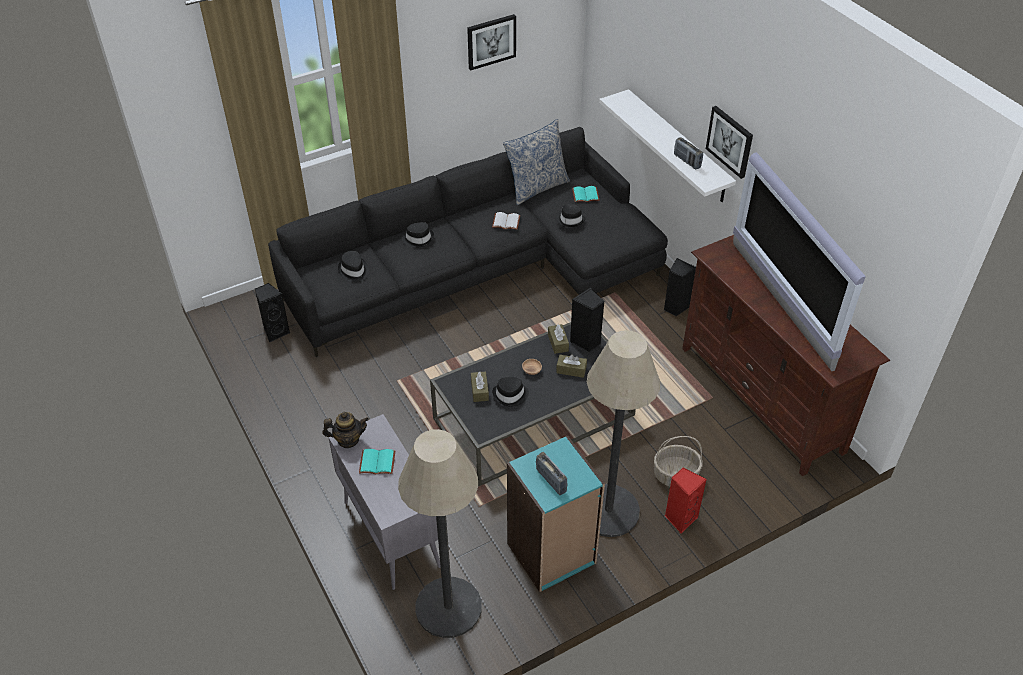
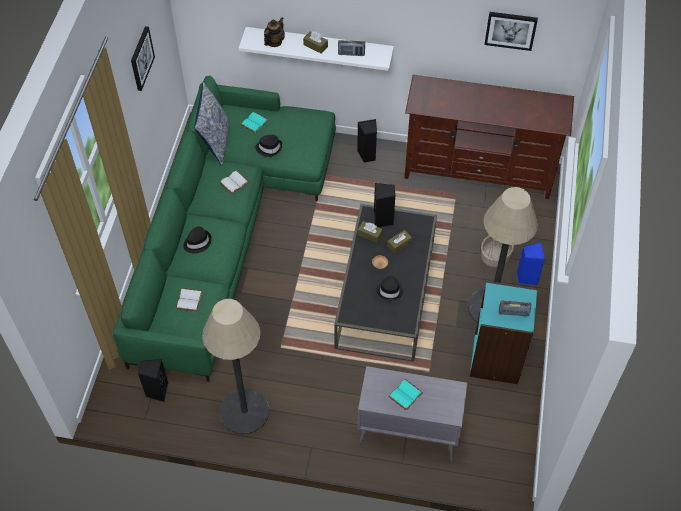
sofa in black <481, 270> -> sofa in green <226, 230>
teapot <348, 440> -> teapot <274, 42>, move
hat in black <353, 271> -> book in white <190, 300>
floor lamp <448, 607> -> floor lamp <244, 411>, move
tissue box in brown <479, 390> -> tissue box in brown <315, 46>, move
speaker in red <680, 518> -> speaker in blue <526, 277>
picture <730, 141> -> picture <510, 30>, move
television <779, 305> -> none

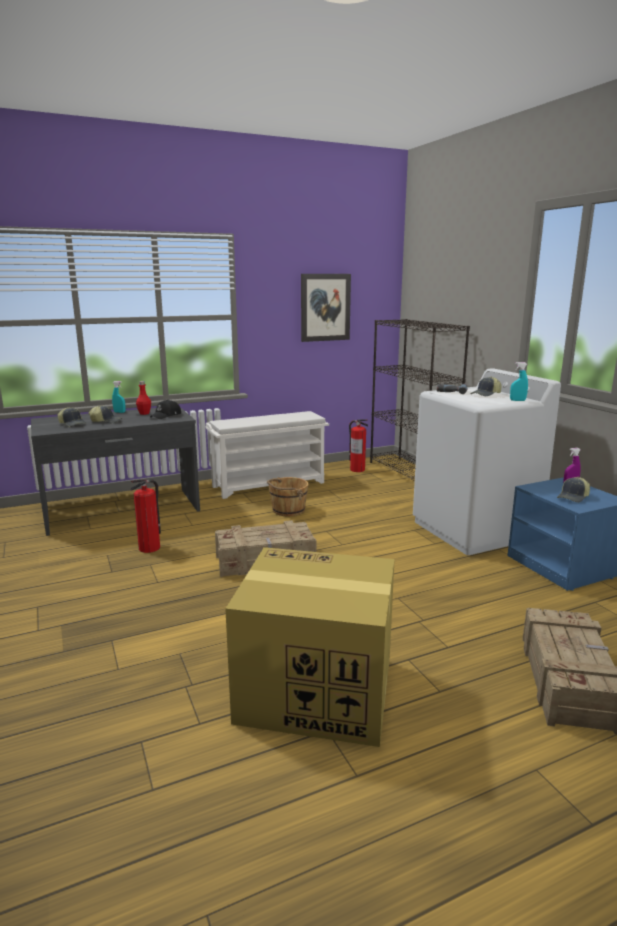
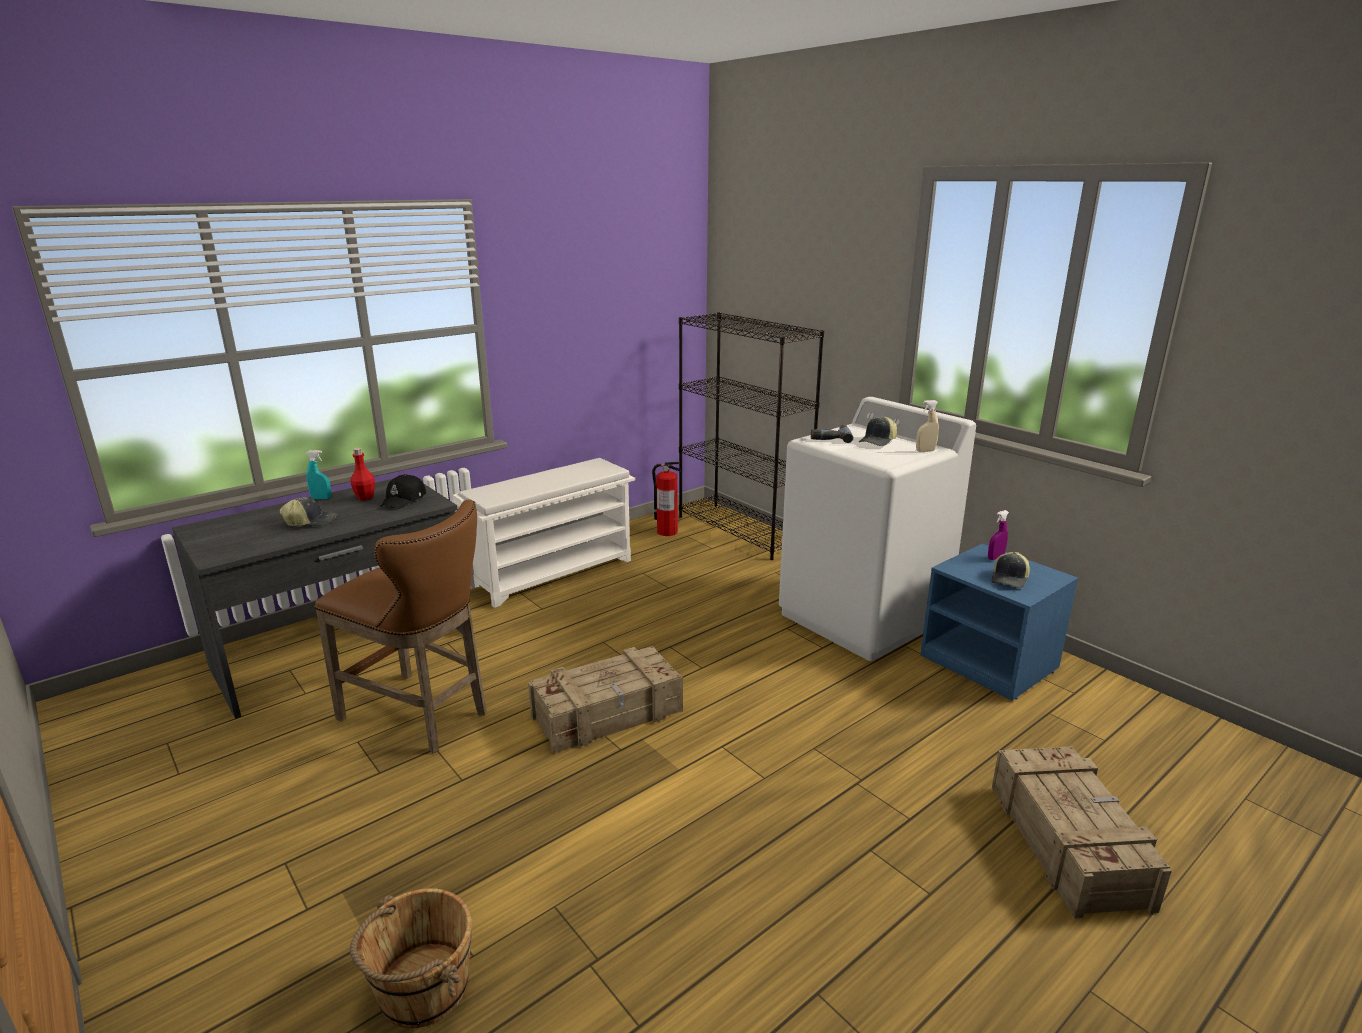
cap <72, 424> -> none
fire extinguisher <150, 548> -> stool in brown <421, 716>
cardboard box <313, 690> -> none
bucket in brown <288, 510> -> bucket in brown <422, 988>, move
picture <325, 307> -> none
spray bottle in turquoise <517, 400> -> spray bottle in beige <925, 451>

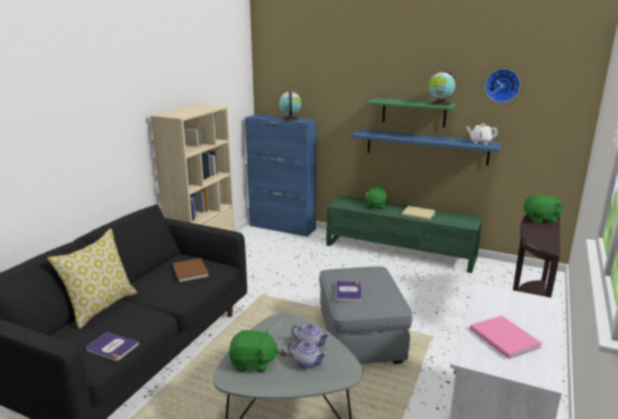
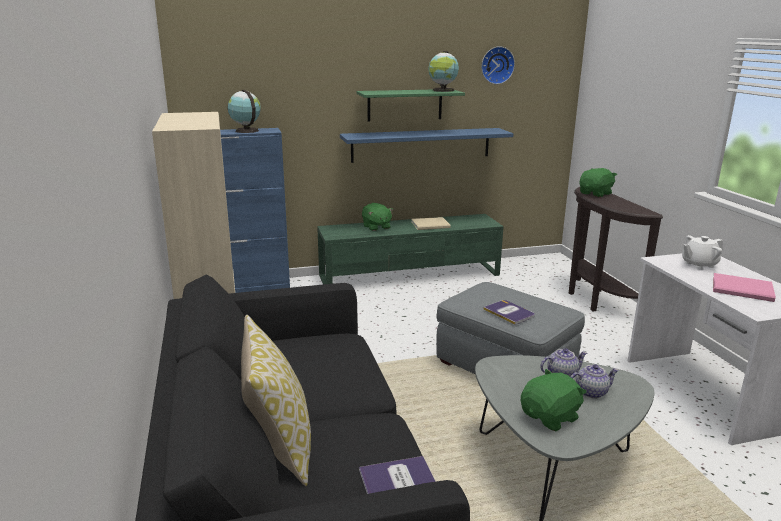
book in brown <191, 270> -> none
teapot in white <480, 142> -> teapot in white <699, 265>, move

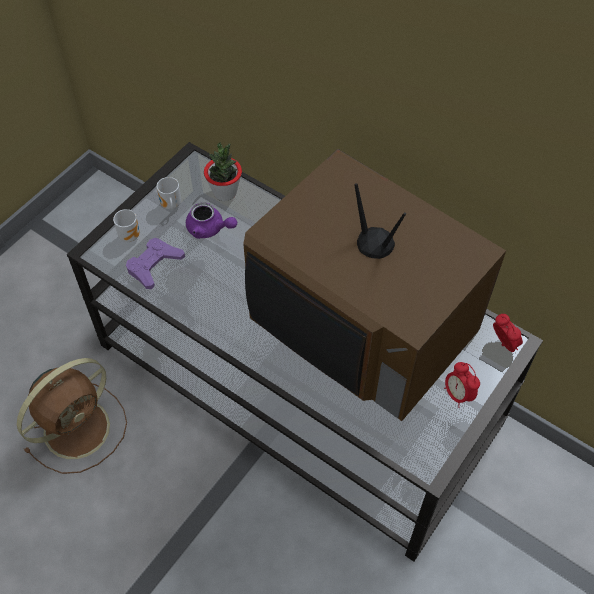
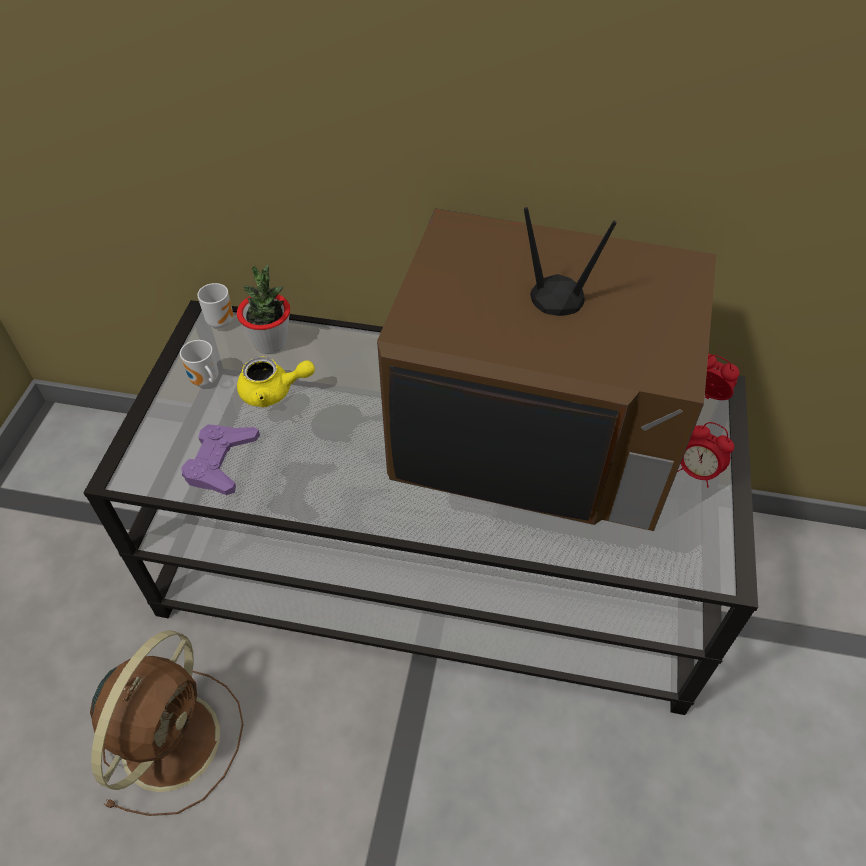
mug <130, 235> -> mug <221, 320>, move
teapot in purple <209, 229> -> teapot in yellow <273, 392>

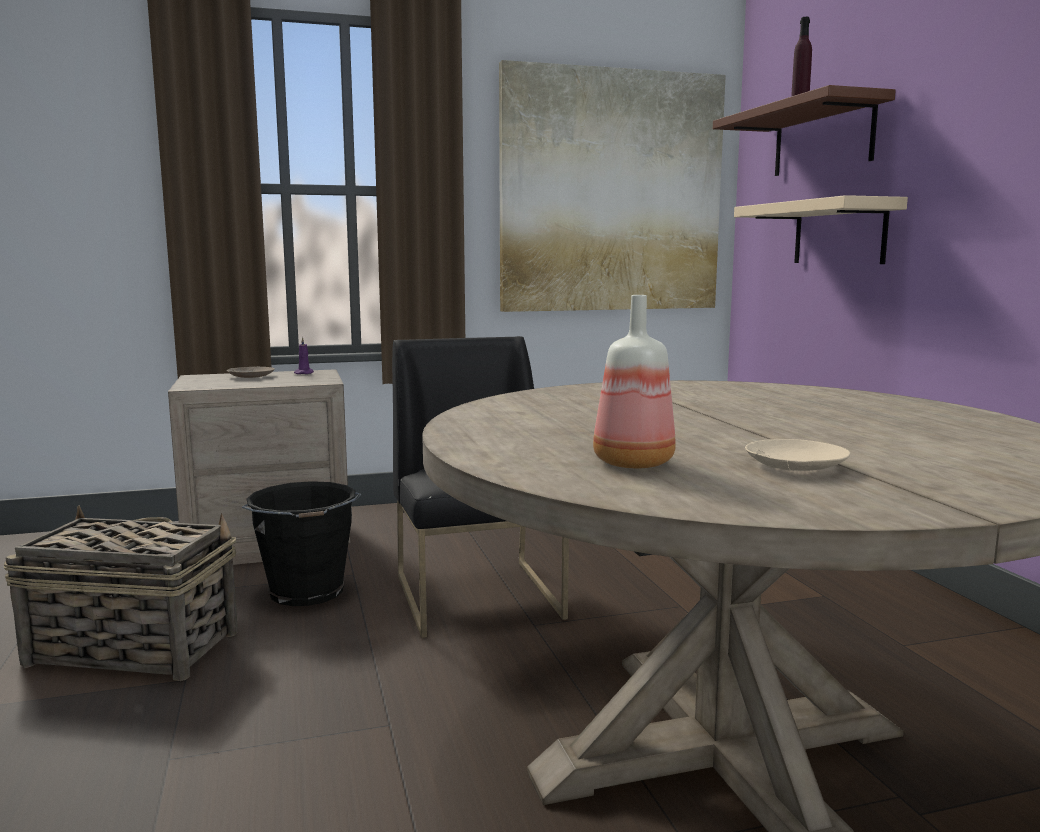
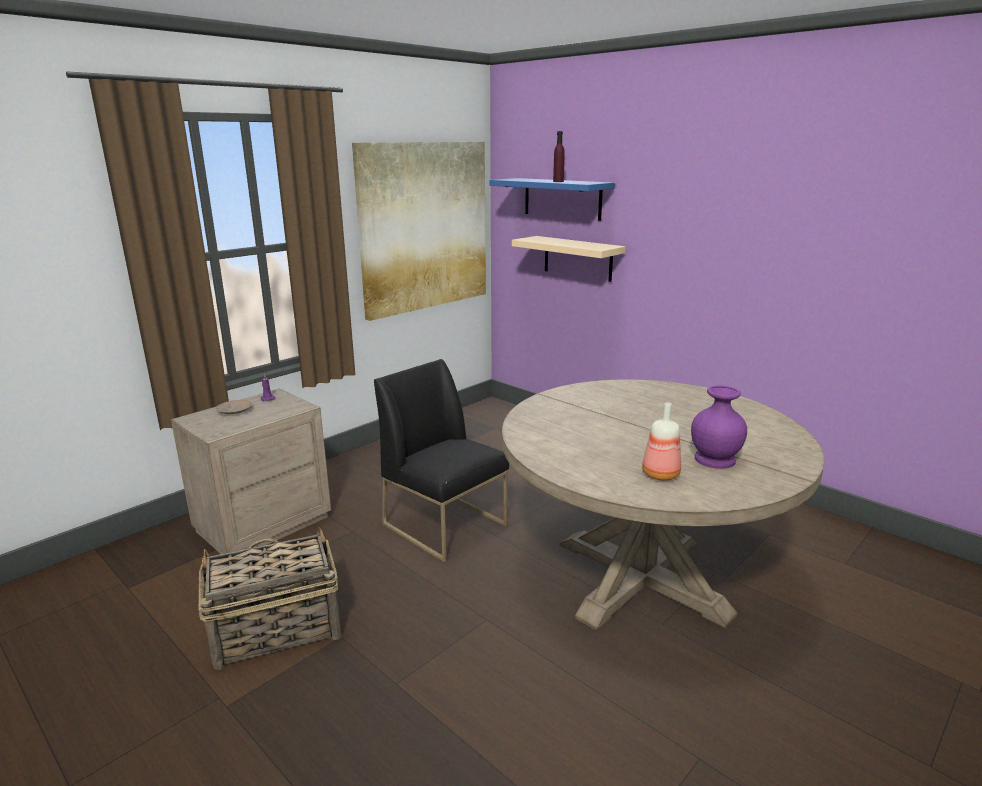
bucket in black <307, 593> -> none
shelf in brown <822, 138> -> shelf in blue <562, 198>
plate in beige <794, 465> -> vase in purple <716, 460>

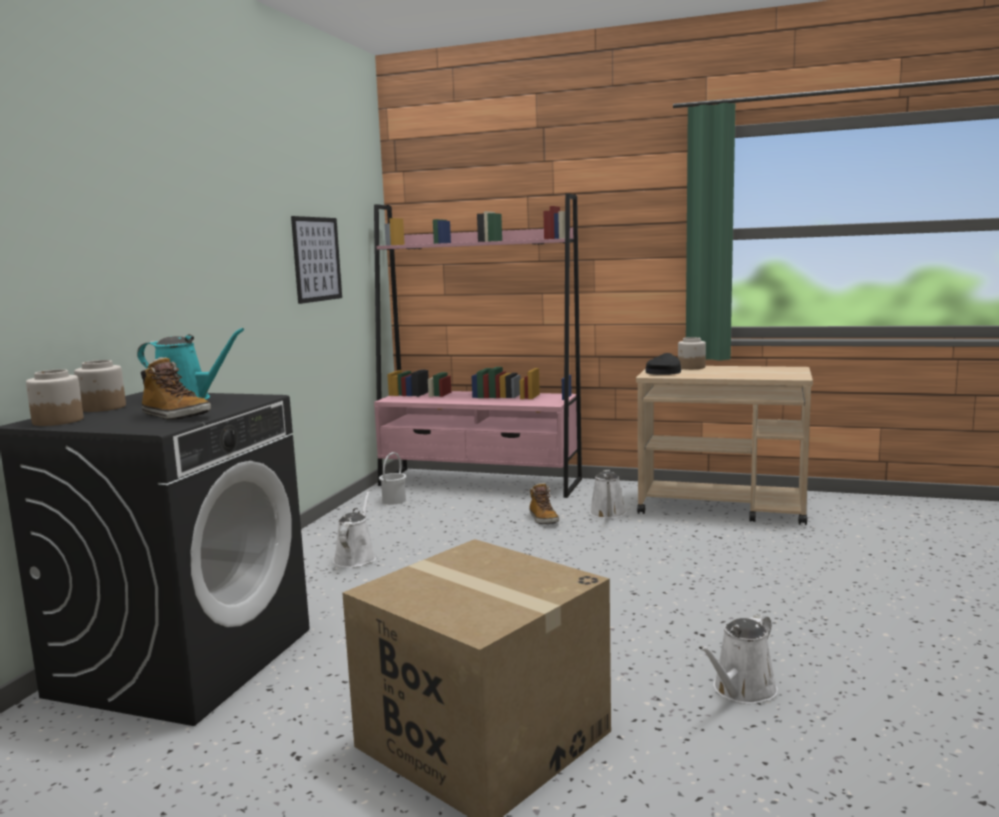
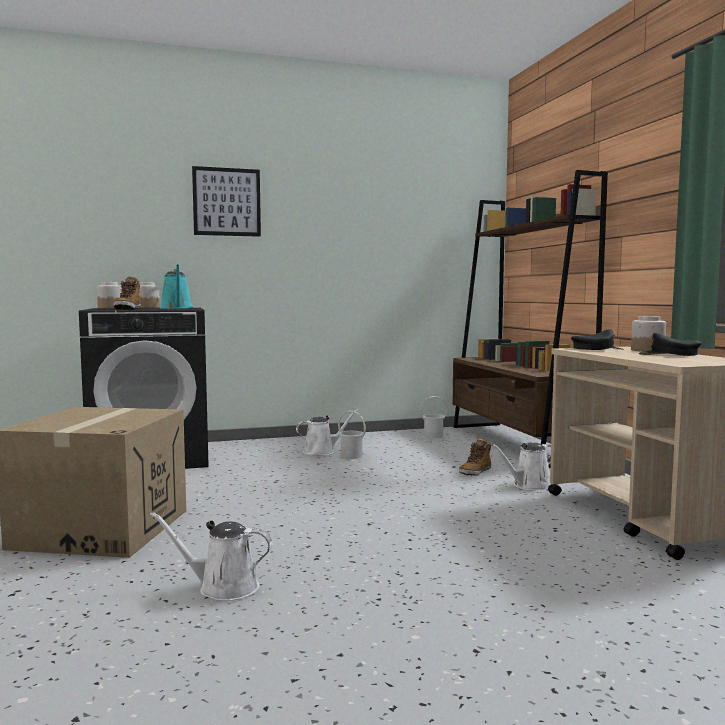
picture <317, 259> -> picture <227, 202>, move
bookcase in pink <480, 482> -> bookcase in brown <516, 443>
none -> bucket in white <351, 456>
none -> cap in black <669, 354>

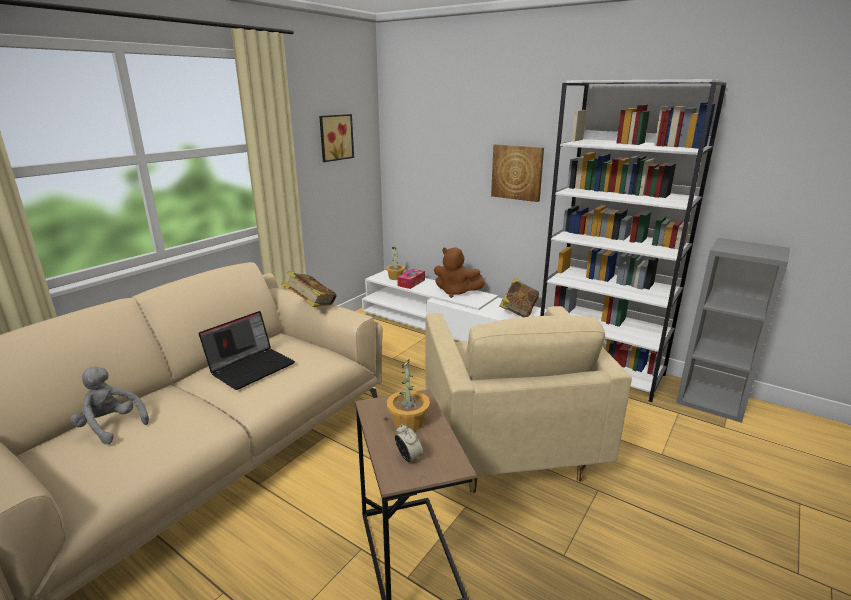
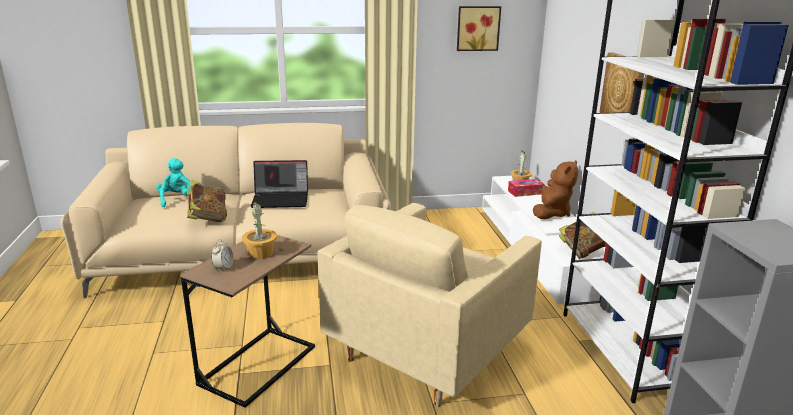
plush toy in grey <111, 426> -> plush toy in turquoise <177, 200>
book <311, 306> -> book <208, 218>, move
plush toy in brown <456, 292> -> plush toy in brown <551, 213>, 135 degrees counterclockwise

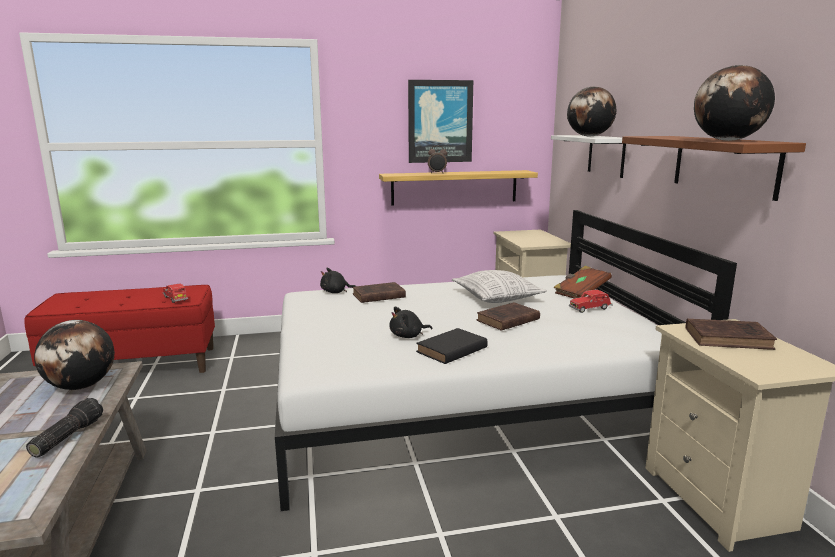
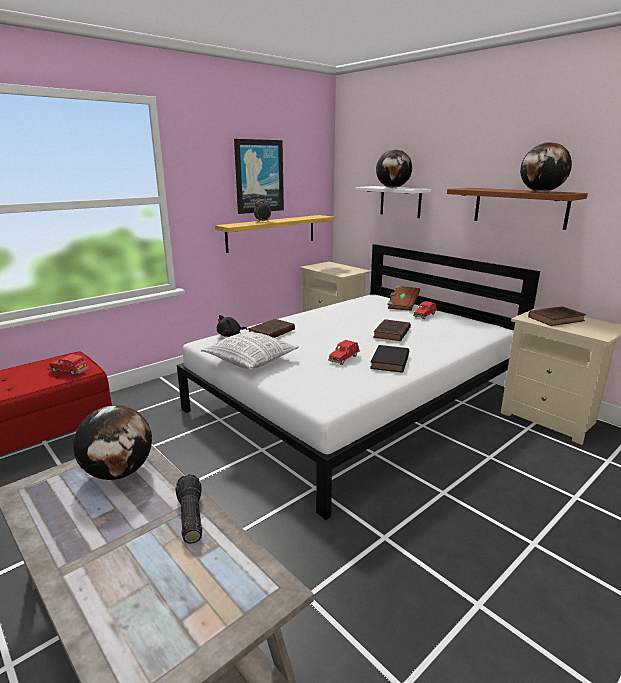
plush toy in black <408, 336> -> toy car in red <344, 358>
pillow <497, 298> -> pillow <251, 360>, move

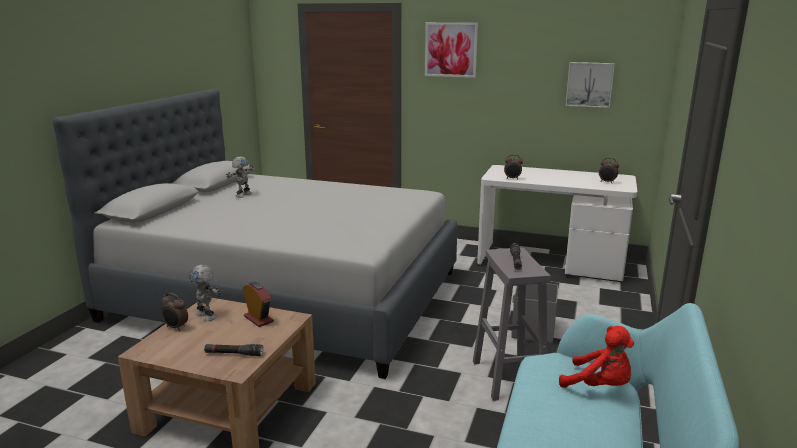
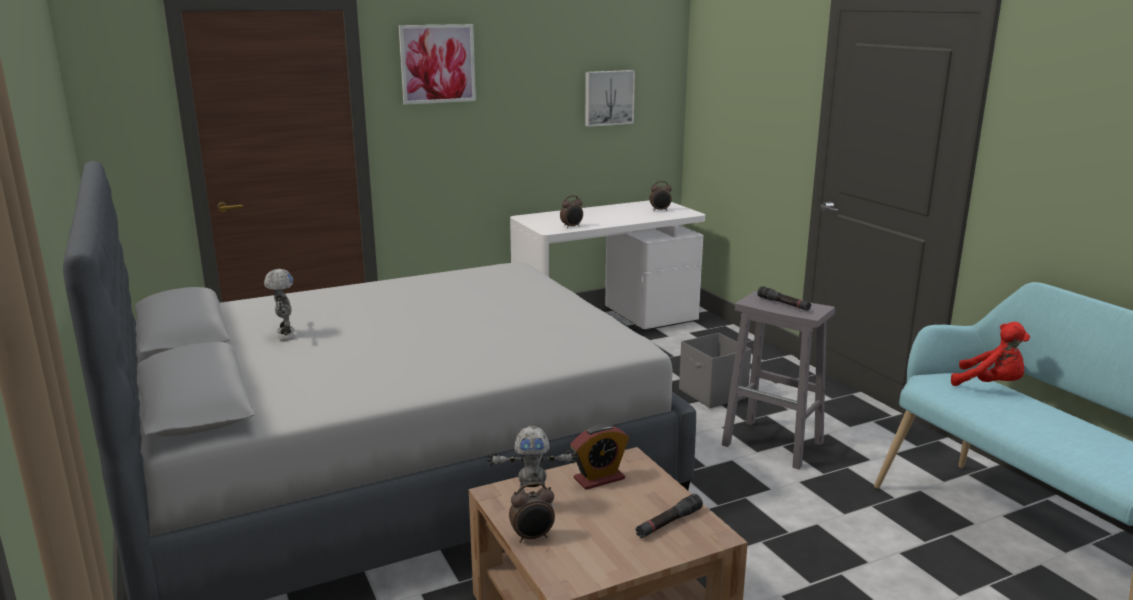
alarm clock <258, 319> -> alarm clock <599, 479>, 150 degrees clockwise
plush toy in red <599, 386> -> plush toy in red <990, 385>, 45 degrees clockwise

